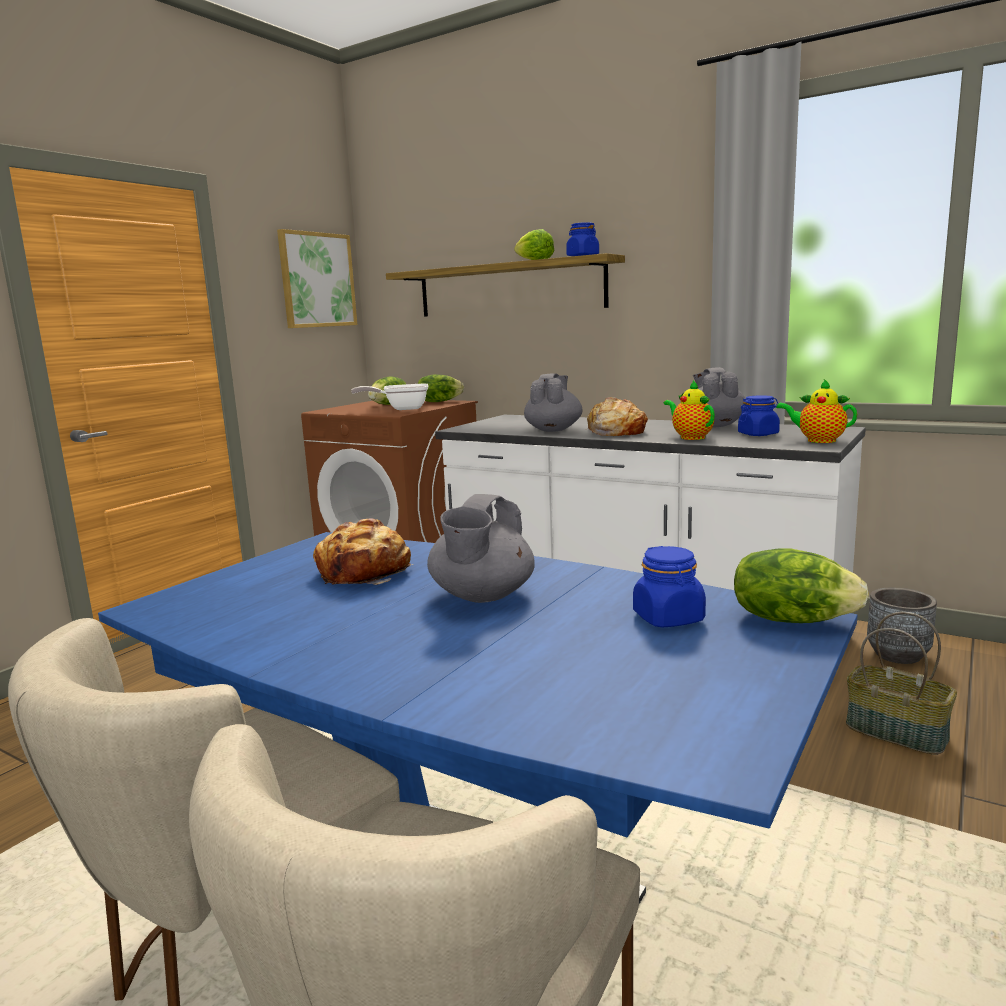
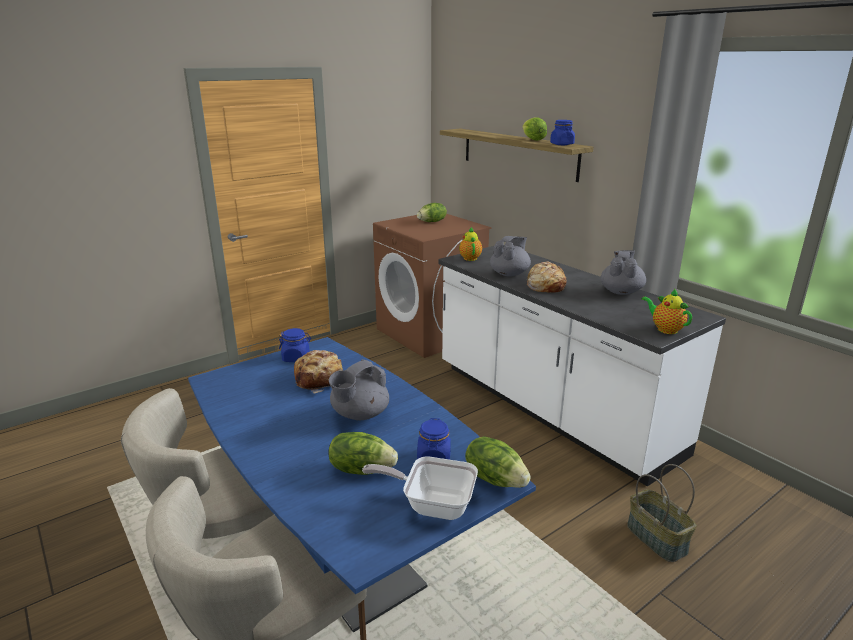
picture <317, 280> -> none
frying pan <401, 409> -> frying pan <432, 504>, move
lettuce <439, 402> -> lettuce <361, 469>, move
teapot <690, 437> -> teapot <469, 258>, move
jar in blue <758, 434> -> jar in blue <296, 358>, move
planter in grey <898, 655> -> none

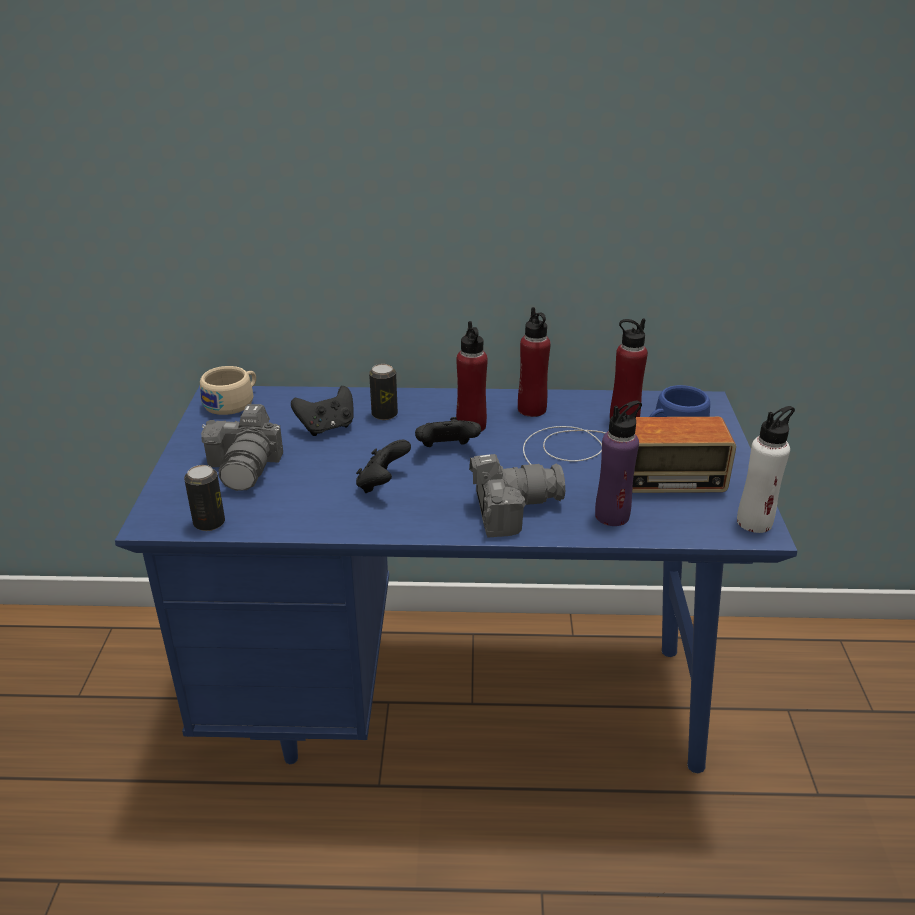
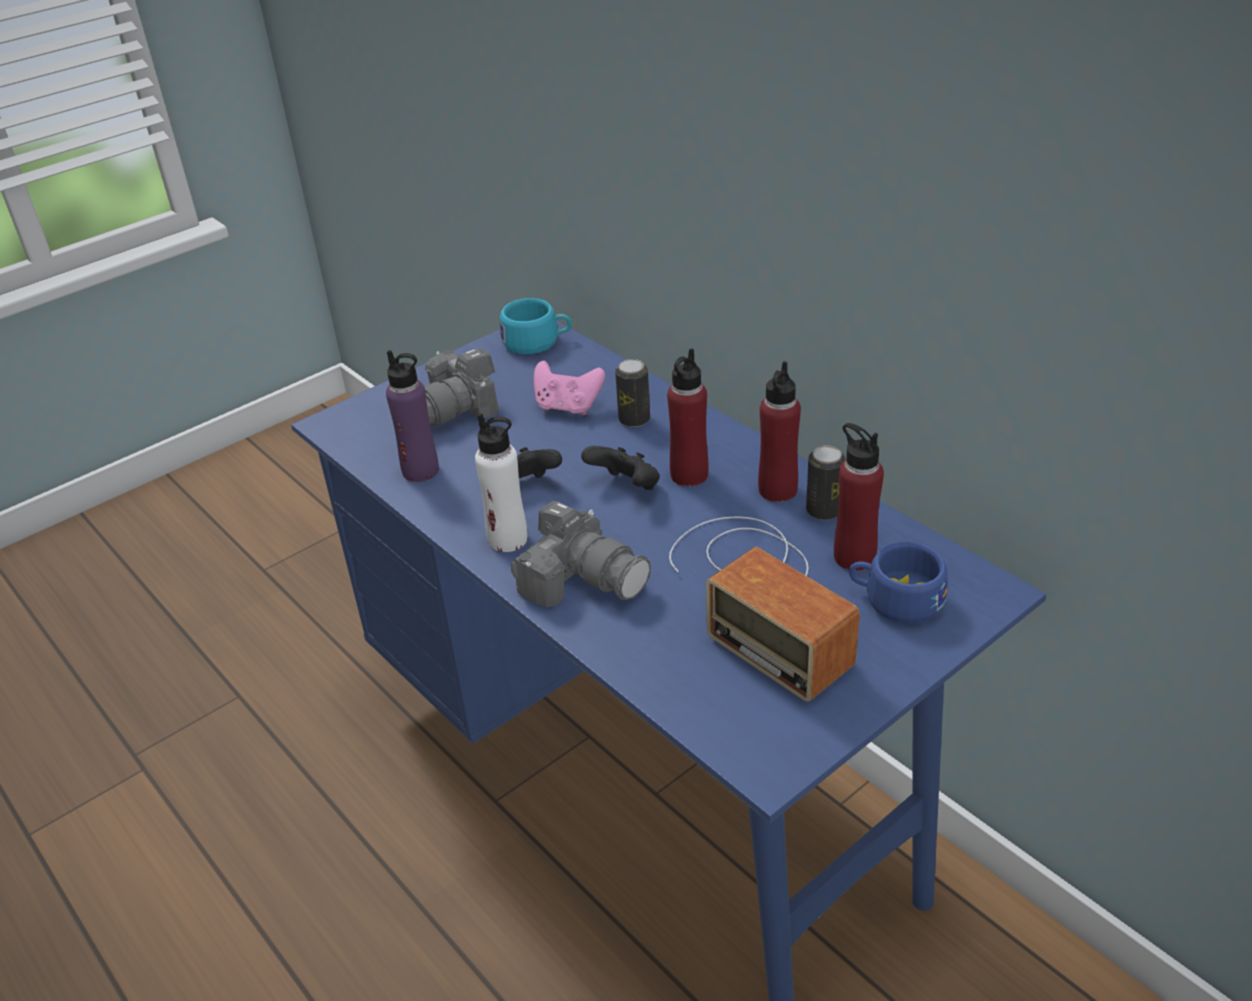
can <209, 523> -> can <823, 511>, move
cup in beige <233, 402> -> cup in turquoise <537, 342>
game controller in black <327, 427> -> game controller in pink <568, 407>
bottle in purple <612, 516> -> bottle in purple <420, 471>, move
bottle in white <754, 522> -> bottle in white <508, 539>, move

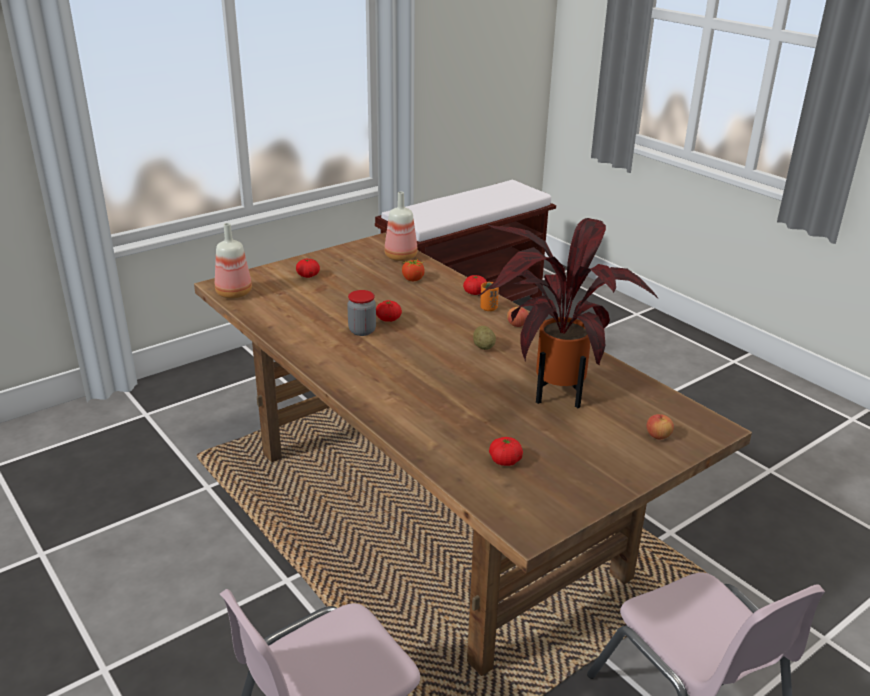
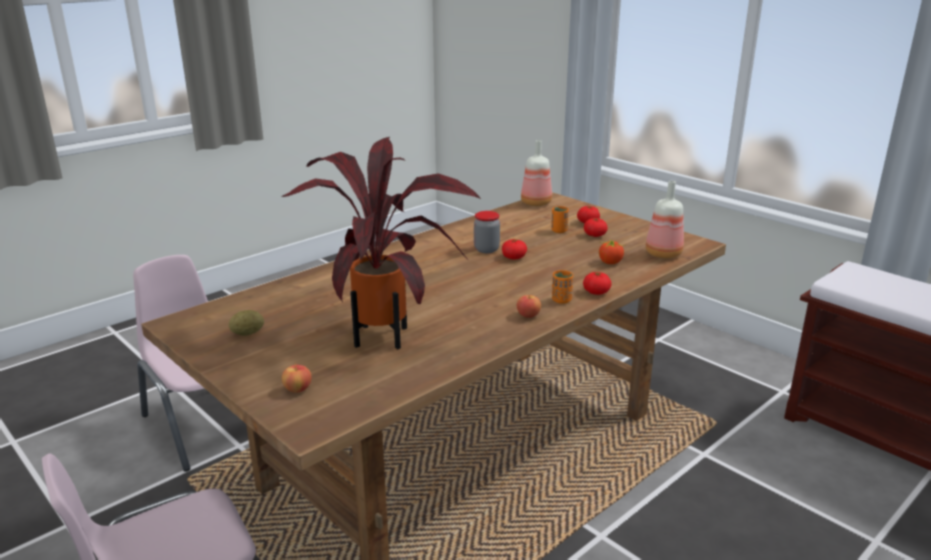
potato <483, 347> -> potato <247, 333>, move
tomato <505, 461> -> tomato <595, 235>, move
none -> cup in orange <559, 231>

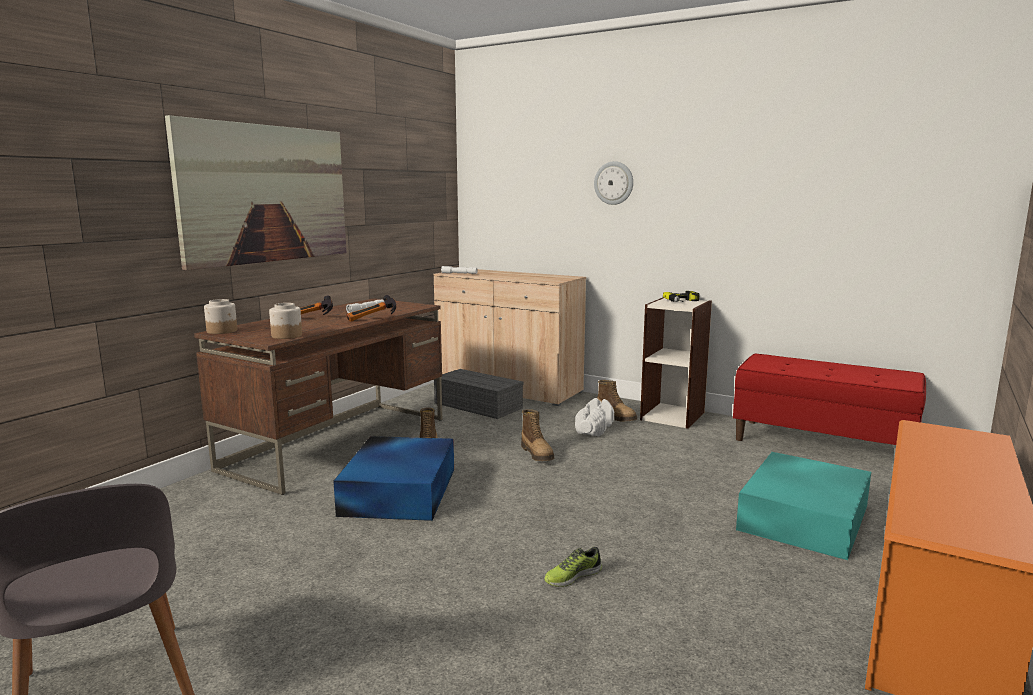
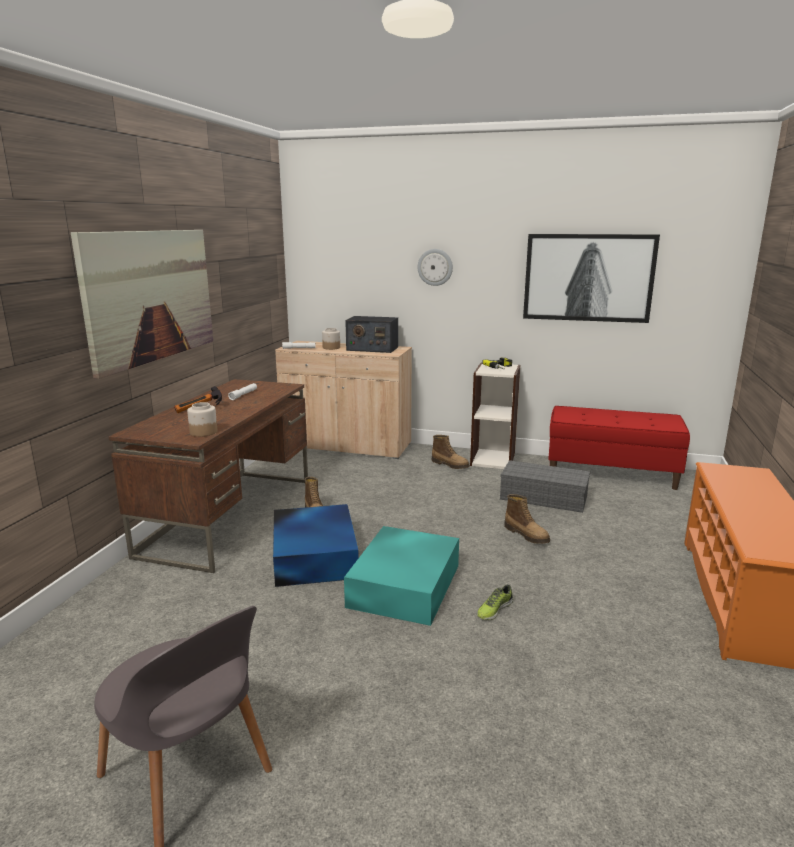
jar <222, 331> -> jar <331, 348>, move
hammer <373, 319> -> none
storage box in grey <479, 405> -> storage box in grey <545, 497>, move
boot <537, 454> -> boot <527, 535>, move
dumbbell in white <594, 428> -> none
storage box in turquoise <805, 517> -> storage box in turquoise <406, 585>, move
none -> radio <372, 348>
none -> picture <588, 277>

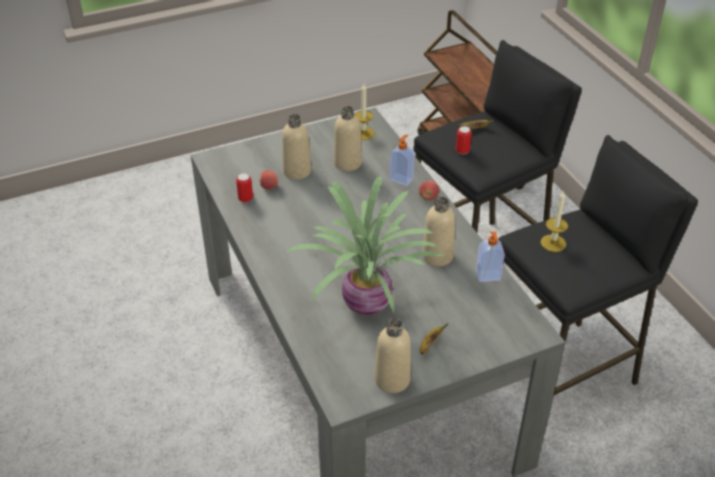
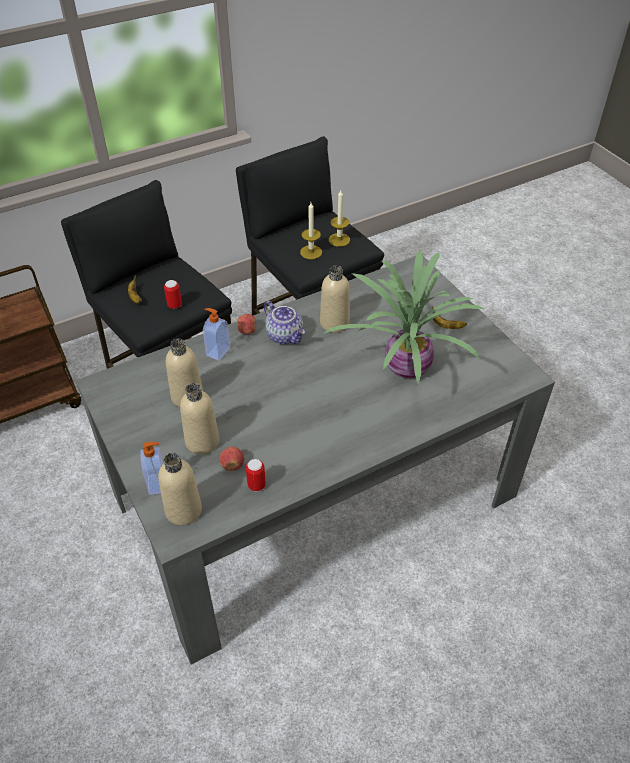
candle <363, 133> -> candle <339, 240>, move
bottle in beige <392, 380> -> bottle in beige <183, 510>, move
soap dispenser <488, 276> -> soap dispenser <158, 483>, move
none -> teapot <285, 336>

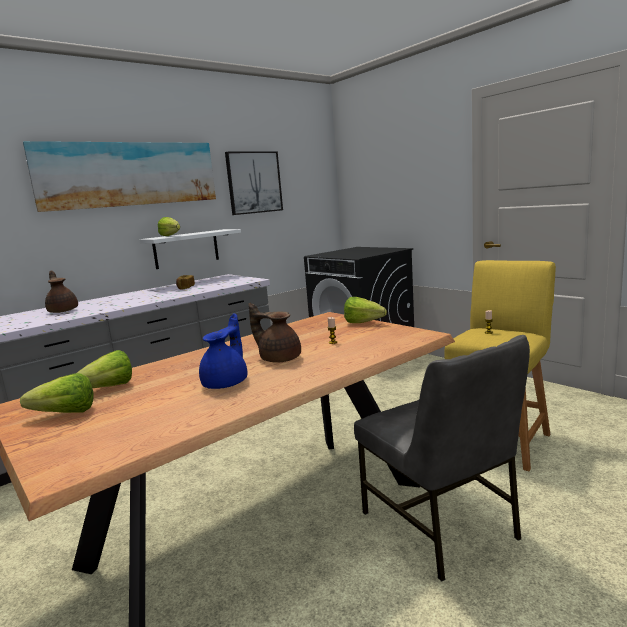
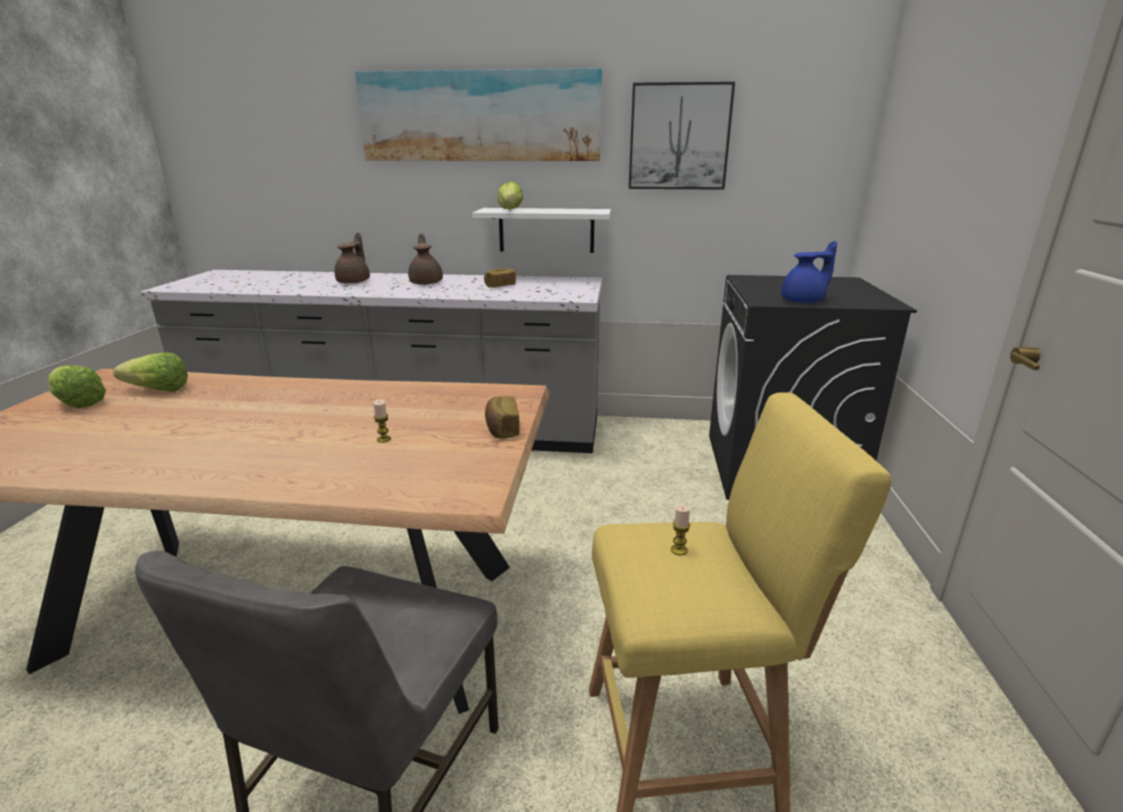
teapot in blue <227, 383> -> teapot in blue <804, 301>, move
teapot in brown <279, 358> -> teapot in brown <426, 283>, move
lettuce <366, 323> -> bread <502, 429>

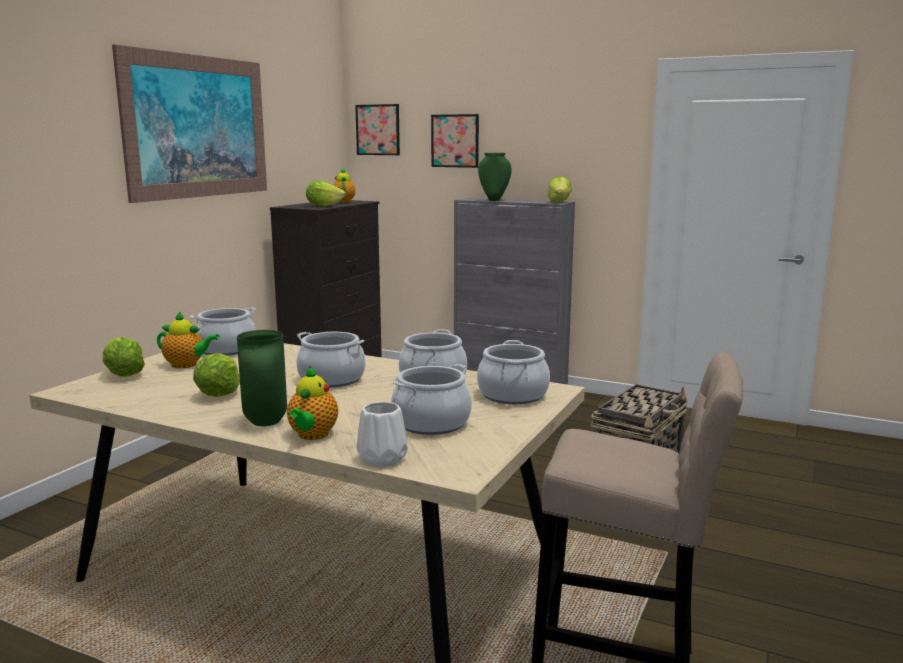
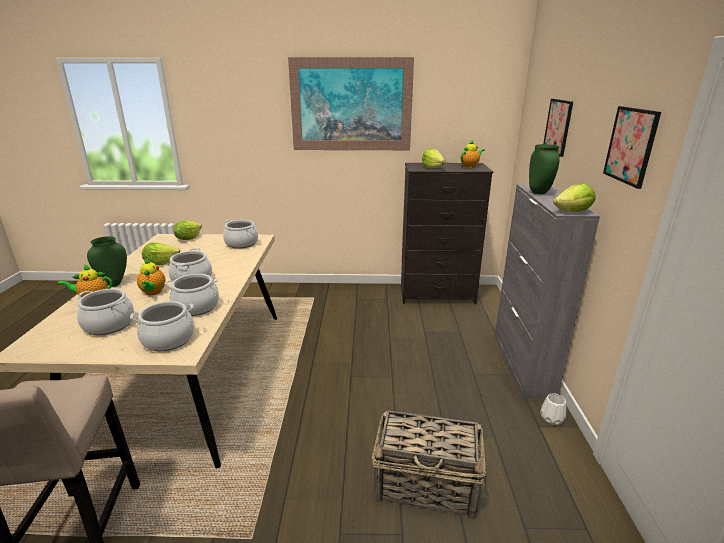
teapot <187, 365> -> teapot <153, 292>, move
picture <378, 130> -> picture <630, 145>, move
vase in white <382, 458> -> vase in white <552, 418>, move

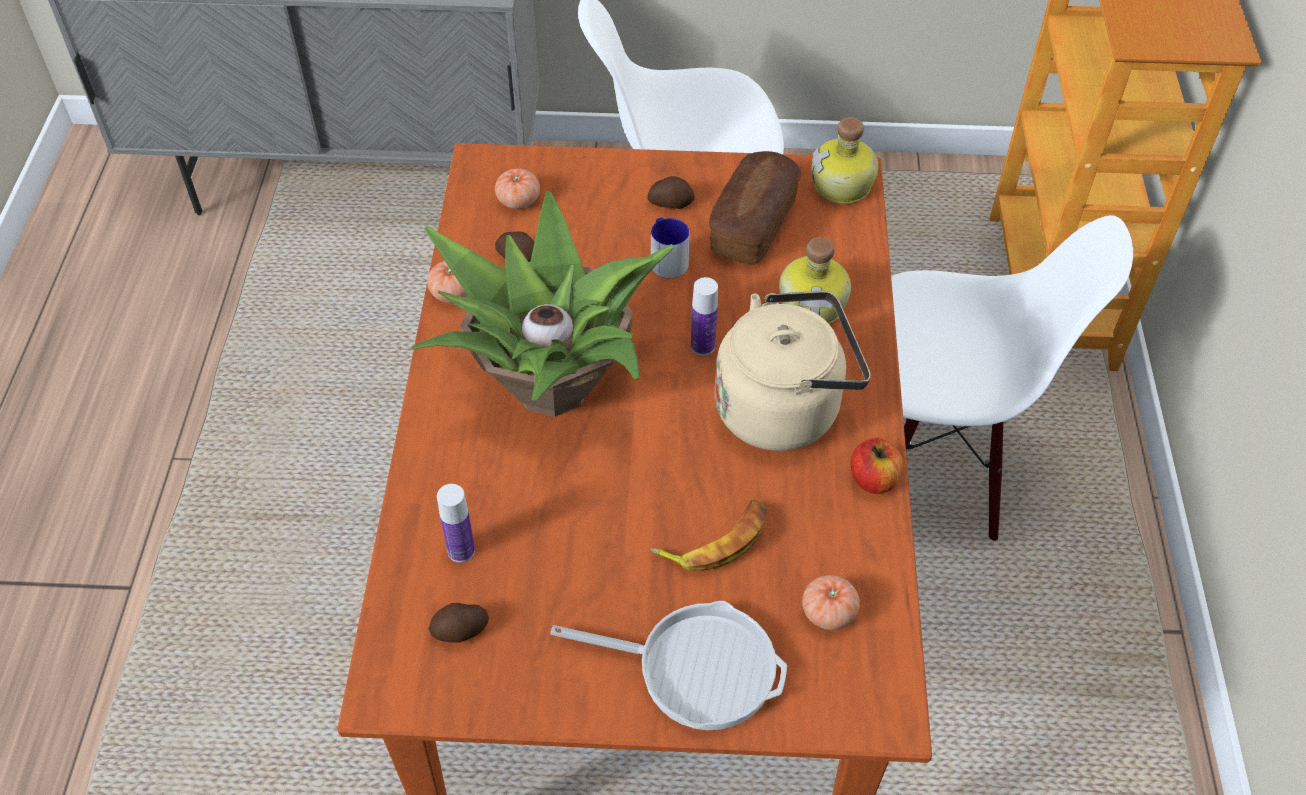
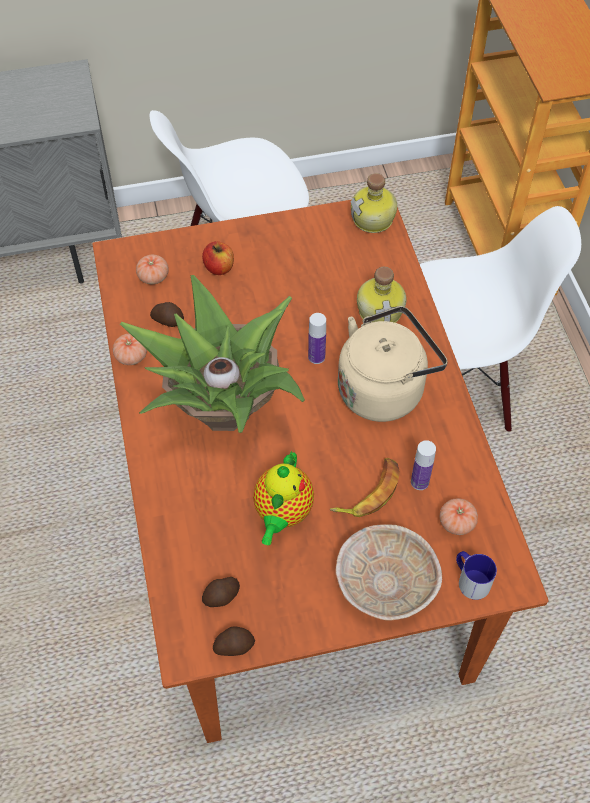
bottle <461, 550> -> bottle <419, 482>, move
frying pan <696, 668> -> bowl in beige <384, 581>
potato <670, 202> -> potato <234, 645>, move
mug <666, 259> -> mug <470, 579>, move
bread <753, 224> -> none
apple <873, 479> -> apple <219, 267>, move
none -> teapot <282, 513>

